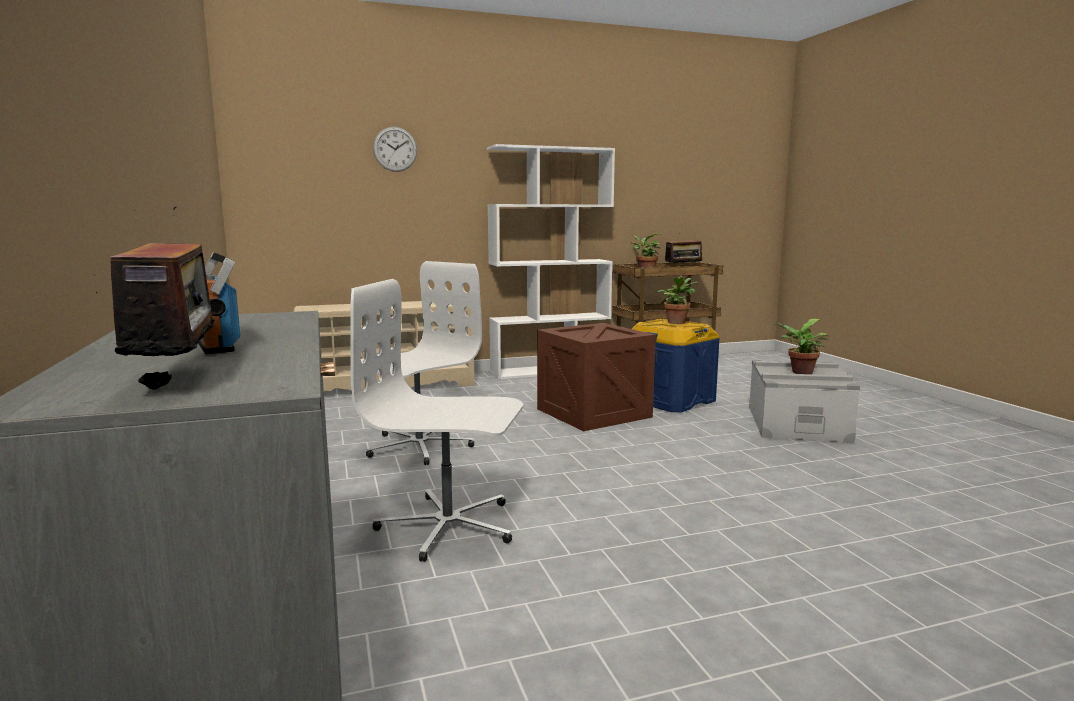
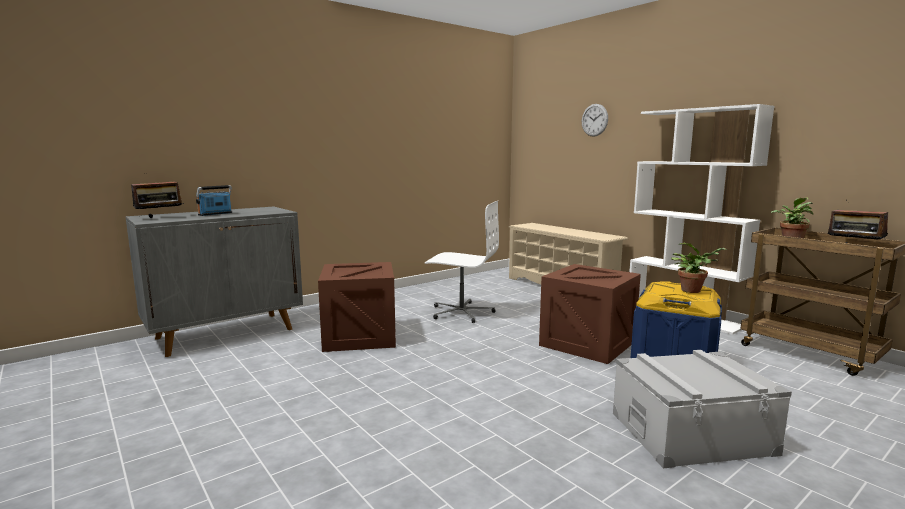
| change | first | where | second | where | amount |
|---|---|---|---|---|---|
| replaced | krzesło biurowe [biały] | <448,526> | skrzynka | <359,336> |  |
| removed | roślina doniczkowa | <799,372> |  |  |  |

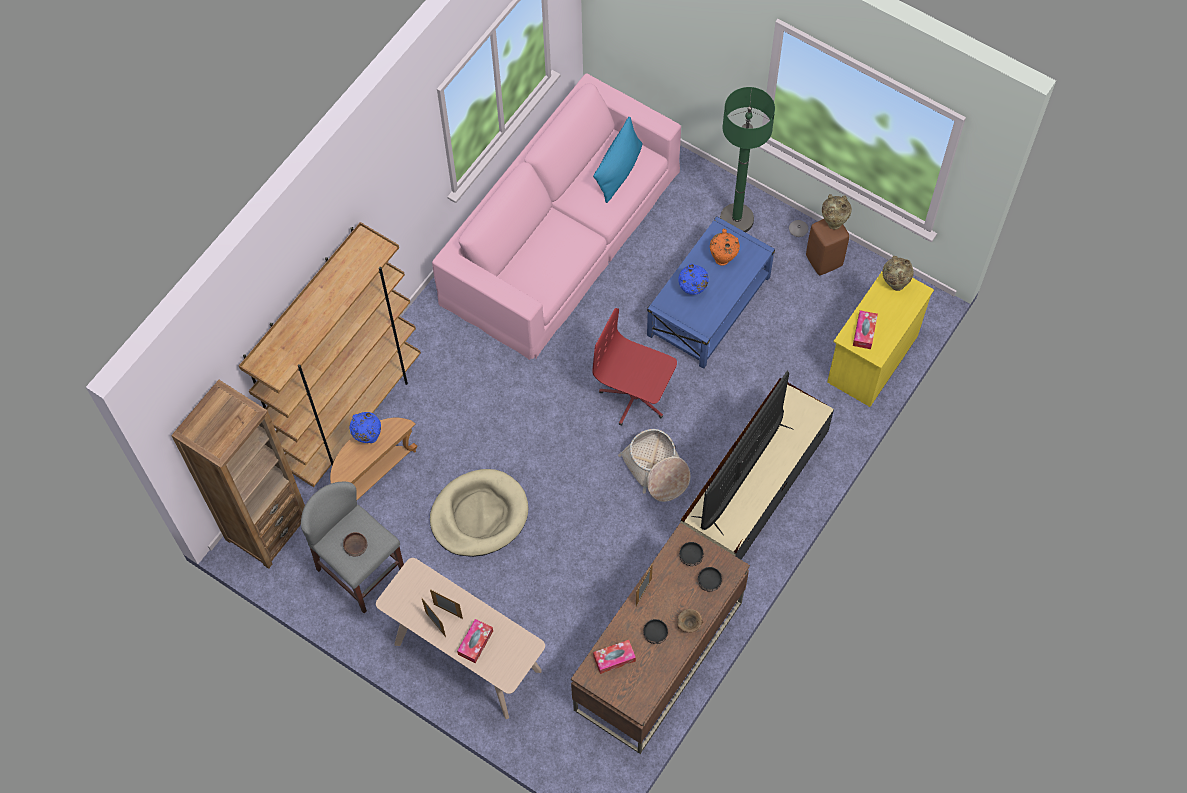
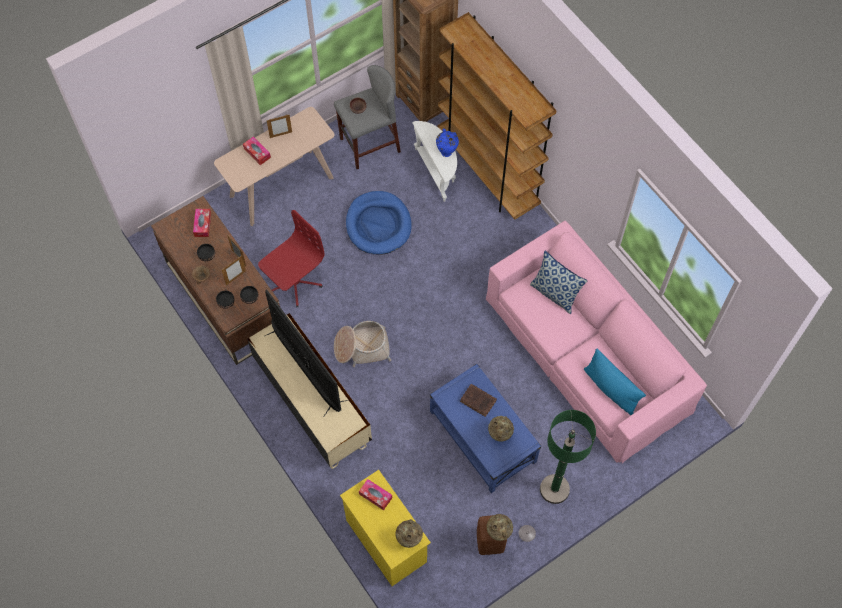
| change | first | where | second | where | amount |
|---|---|---|---|---|---|
| moved | ramka na zdjęcie | <448,611> |  | <236,278> |  |
| moved | krzesło biurowe [czerwony] | <635,396> |  | <294,282> |  |
| recoloured | legowisko [beżowy] | <479,515> | legowisko [niebieski] | <378,224> |  |
| recoloured | stolik [brązowy] | <373,474> | stolik [biały] | <437,172> |  |
| replaced | wazon [niebieski] | <692,291> | książka [brązowy] | <479,401> |  |
| recoloured | wazon [pomarańczowy] | <723,258> | wazon [beżowy] | <499,435> |  |
| added |  |  | poduszka | <555,293> |  |

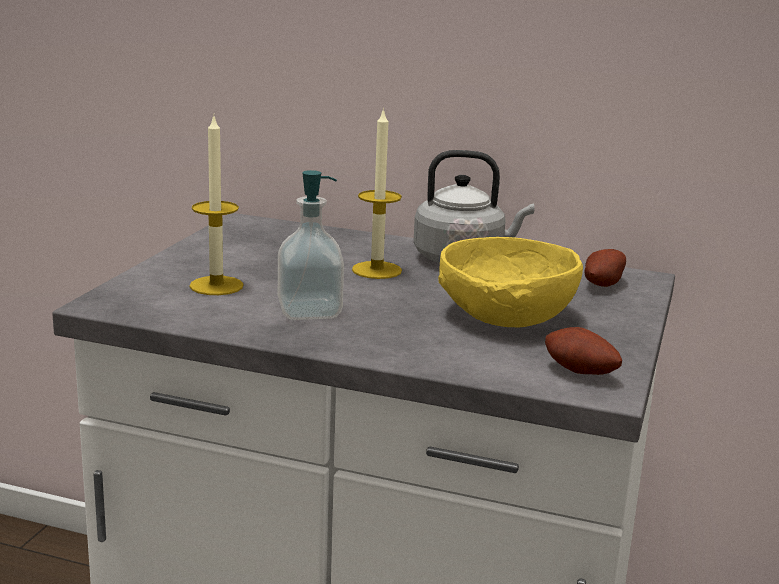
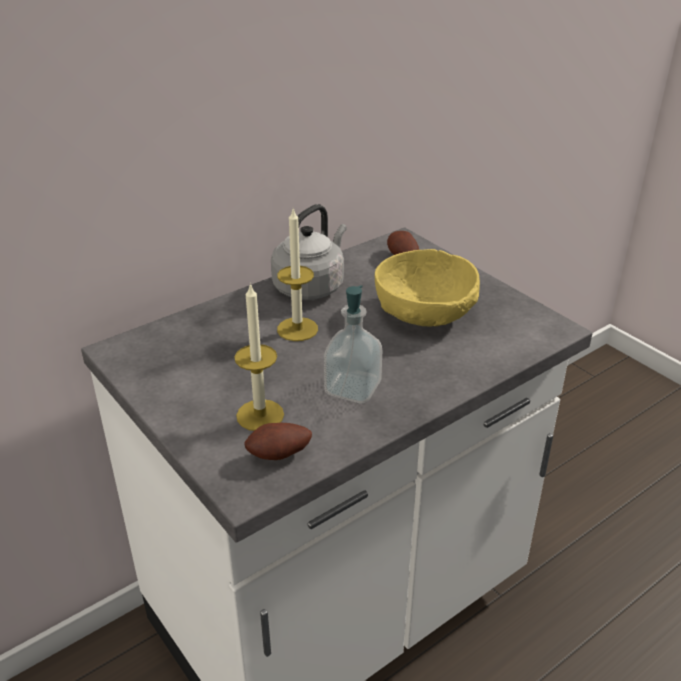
| change | first | where | second | where | amount |
|---|---|---|---|---|---|
| moved | ziemniak | <578,373> |  | <279,456> |  |

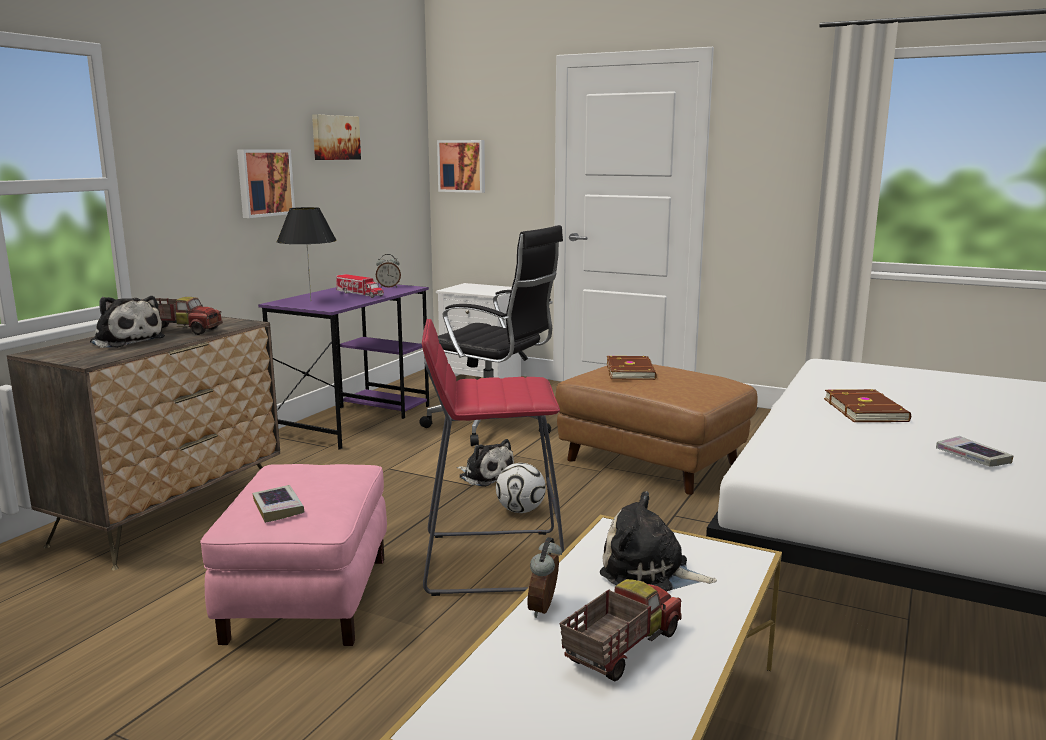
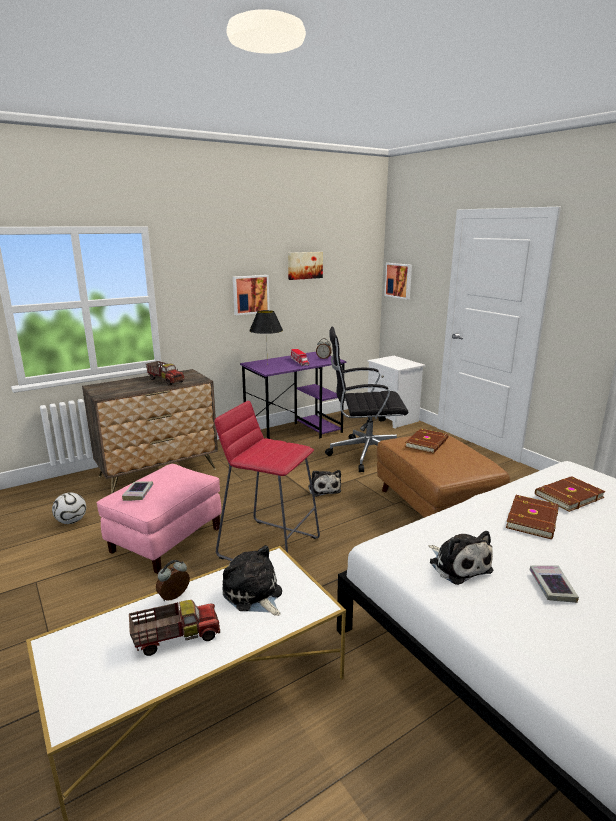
| change | first | where | second | where | amount |
|---|---|---|---|---|---|
| moved | piłka futbolowa | <521,510> |  | <71,521> |  |
| turned | krzesło biurowe [czarny] | <493,425> |  | <364,454> | 120 degrees clockwise |
| moved | pluszak | <126,341> |  | <458,565> |  |
| added |  |  | książka [brązowy] | <567,495> |  |

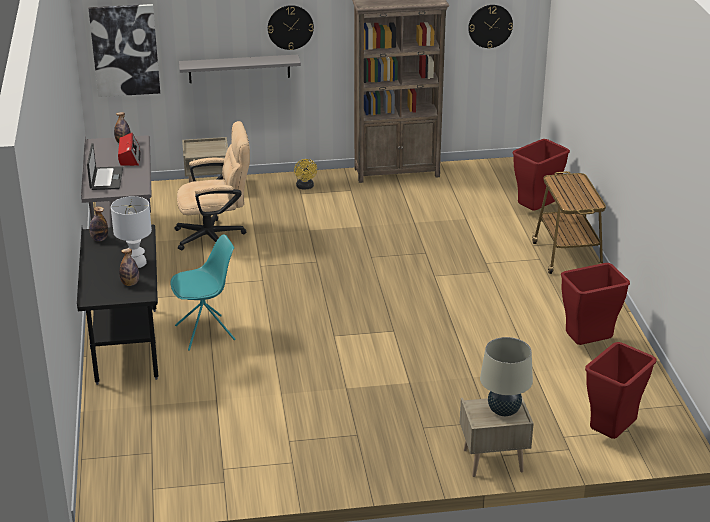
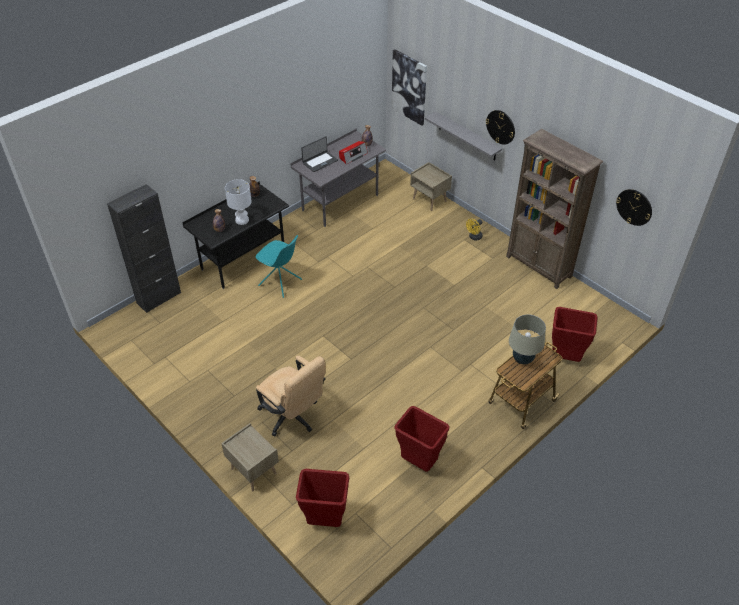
| change | first | where | second | where | amount |
|---|---|---|---|---|---|
| added |  |  | szafka [czarny] | <159,298> |  |
| moved | krzesło biurowe [beżowy] | <216,236> |  | <293,417> |  |
| moved | lampa stołowa [beżowy] | <504,411> |  | <522,359> |  |

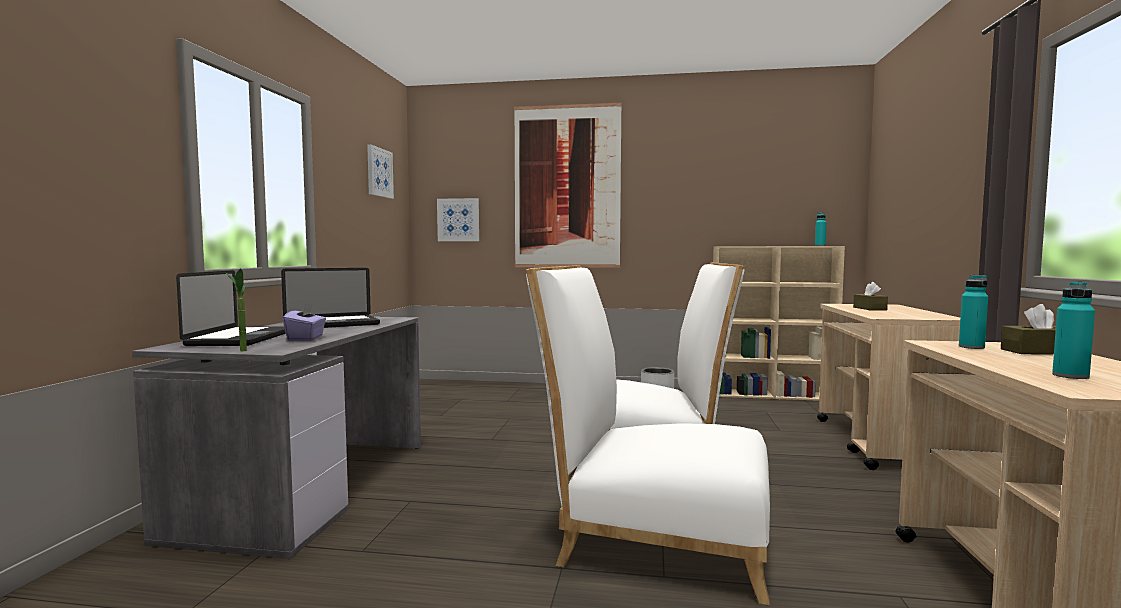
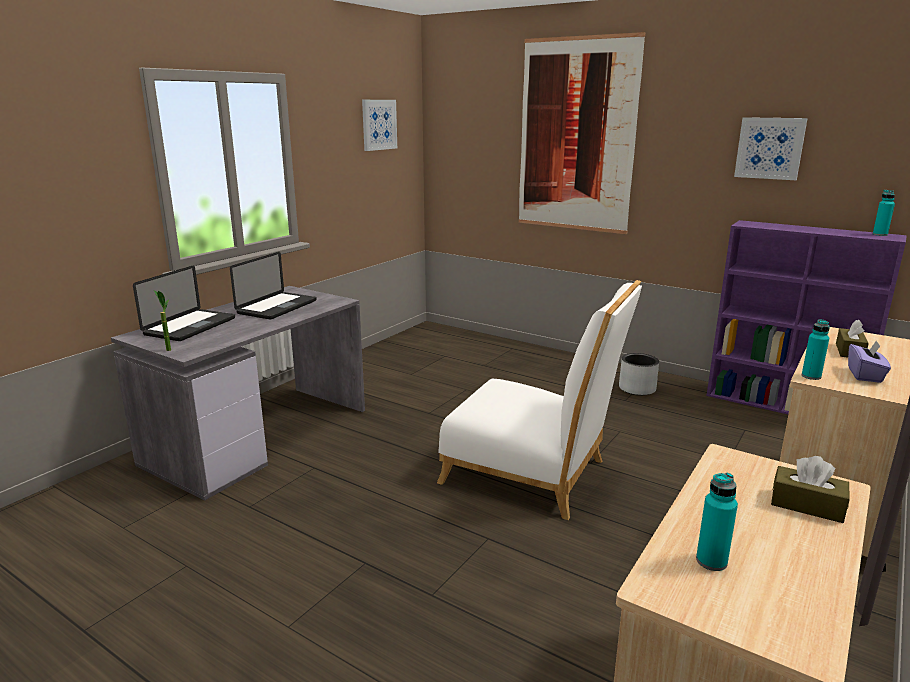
| change | first | where | second | where | amount |
|---|---|---|---|---|---|
| turned | laptop | <332,324> |  | <277,307> | 60 degrees counterclockwise |
| recoloured | regał [beżowy] | <772,395> | regał [fioletowy] | <784,406> |  |
| moved | obraz | <458,220> |  | <769,148> |  |
| moved | butelka [turkusowy] | <971,347> |  | <811,376> |  |
| moved | pudełko chusteczek [fioletowy] | <306,338> |  | <865,375> |  |
| removed | krzesło [biały] | <652,538> |  |  |  |

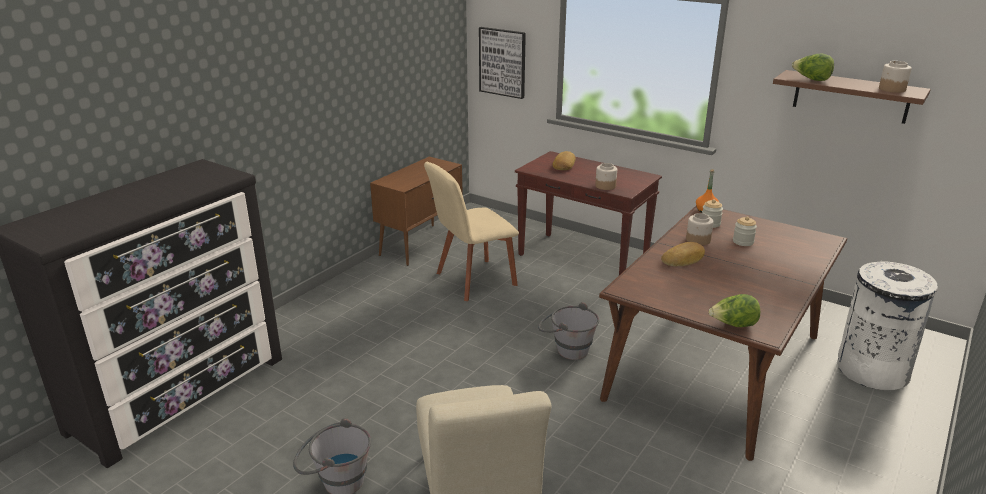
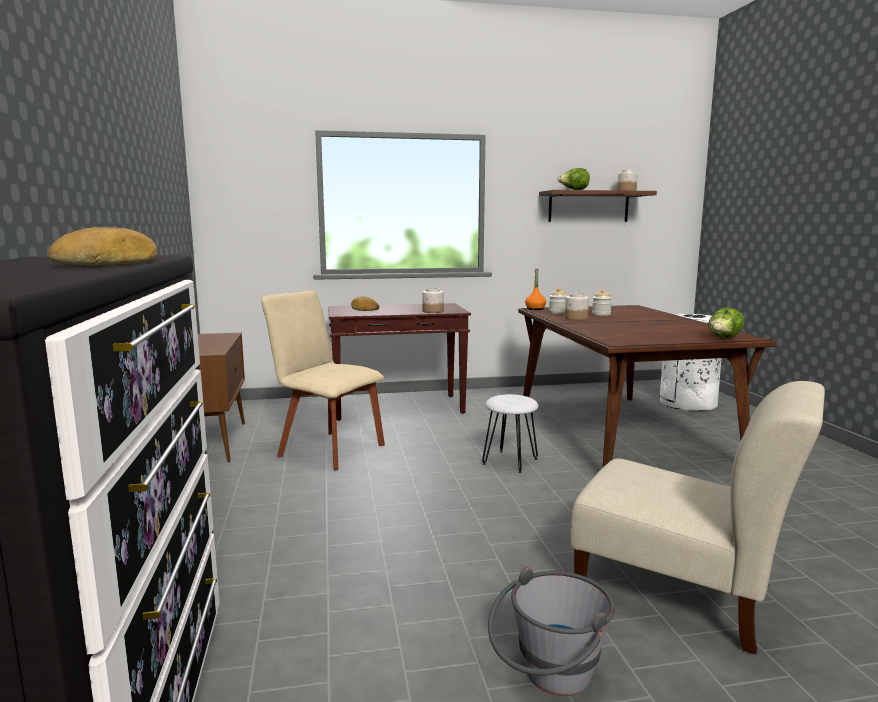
| change | first | where | second | where | amount |
|---|---|---|---|---|---|
| moved | chleb | <683,259> |  | <111,263> |  |
| turned | krzesło [beżowy] | <472,280> |  | <327,449> | 105 degrees clockwise |
| replaced | wiadro [szary] | <566,349> | stołek [biały] | <509,461> |  |
| removed | obraz | <502,62> |  |  |  |

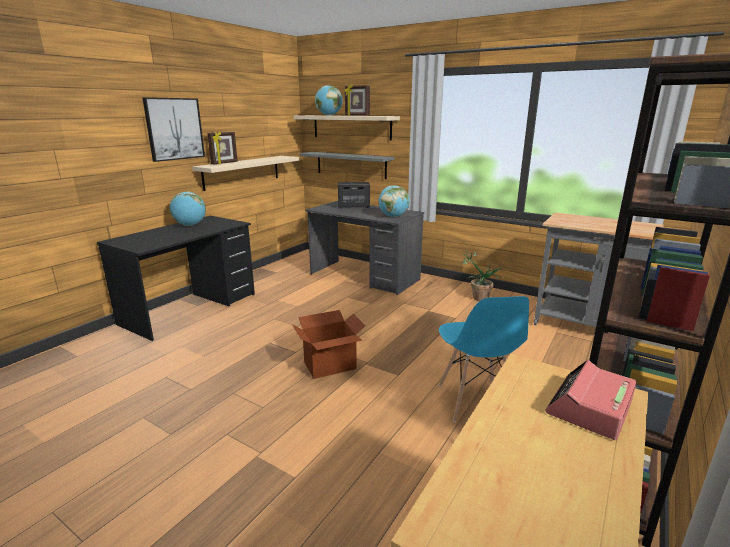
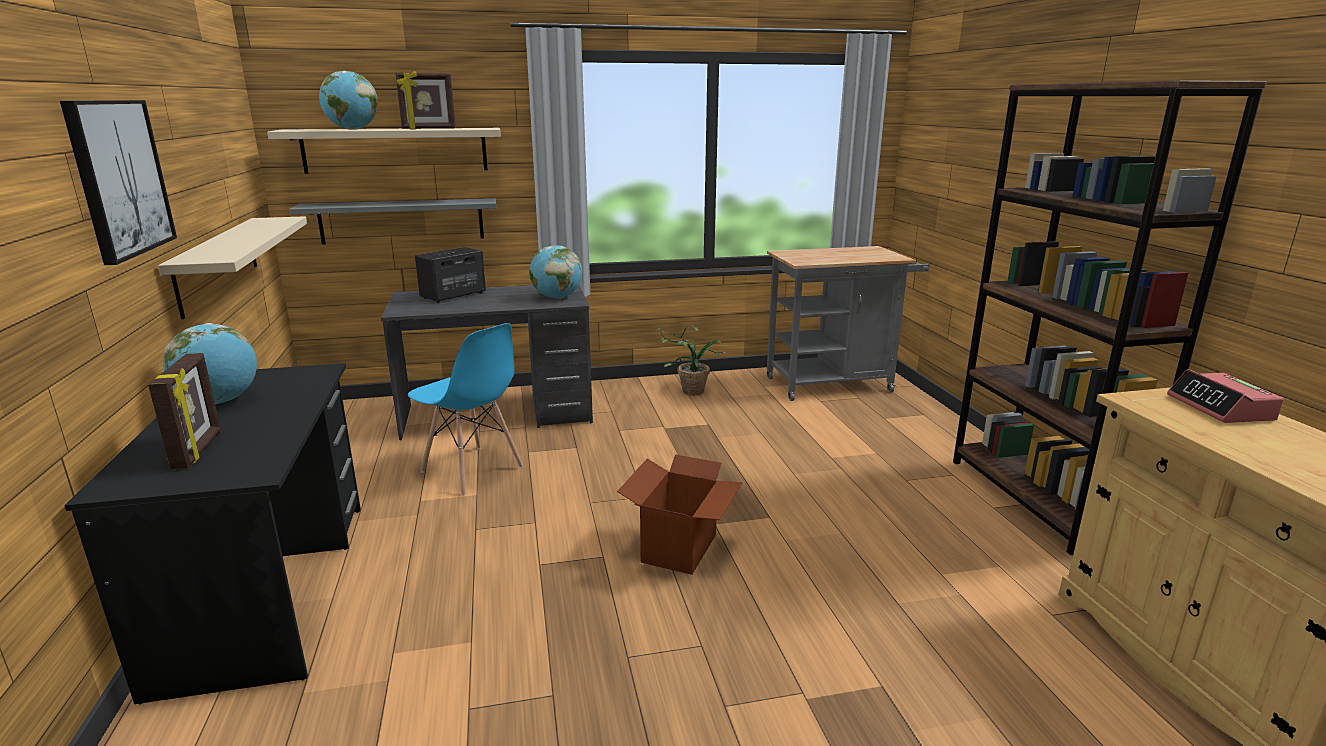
| change | first | where | second | where | amount |
|---|---|---|---|---|---|
| moved | ramka na zdjęcie | <225,163> |  | <199,450> |  |
| moved | krzesło [niebieski] | <474,401> |  | <472,470> |  |

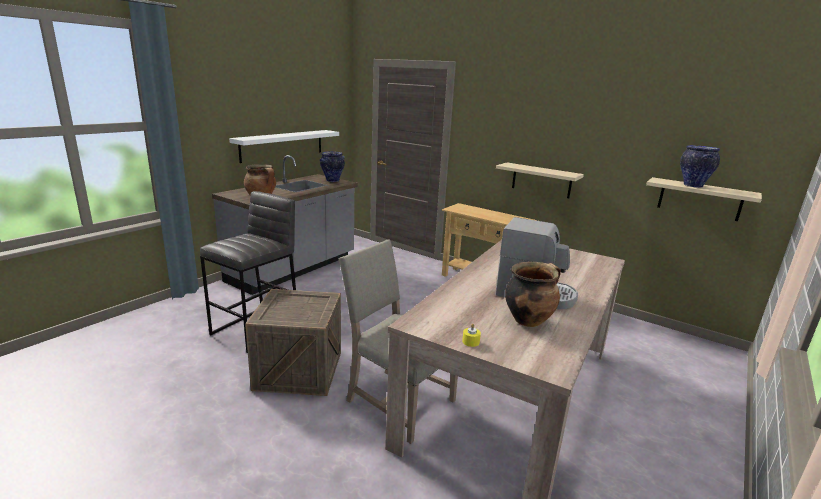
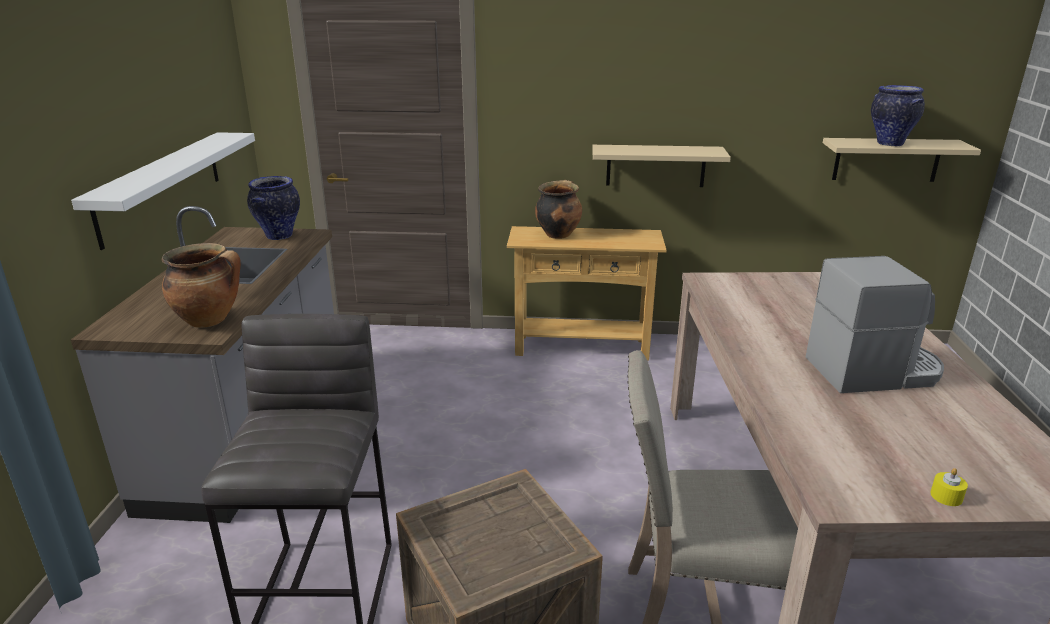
| change | first | where | second | where | amount |
|---|---|---|---|---|---|
| moved | garnek | <528,320> |  | <558,234> |  |

